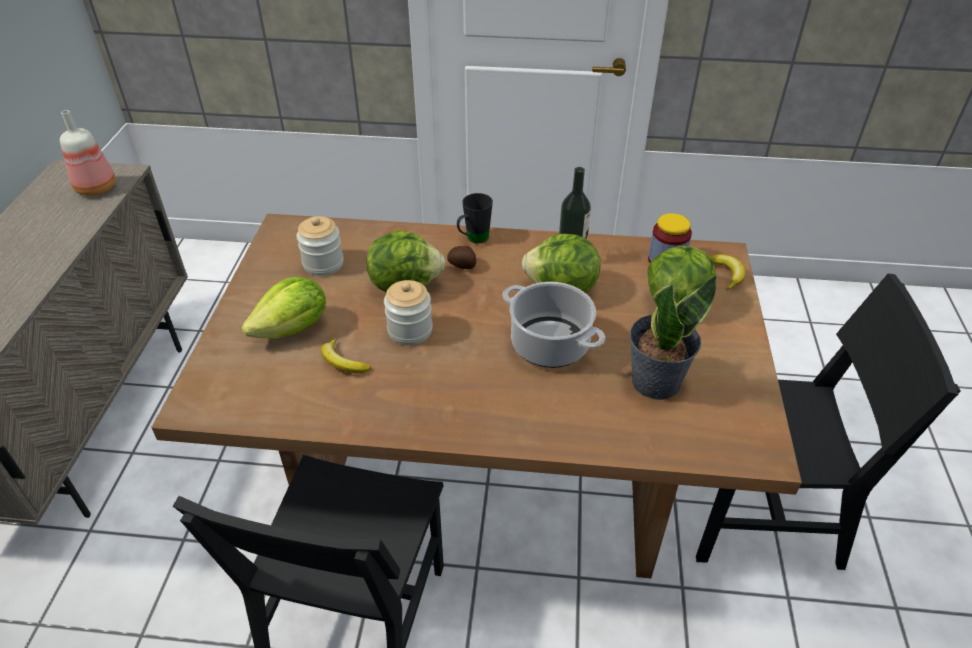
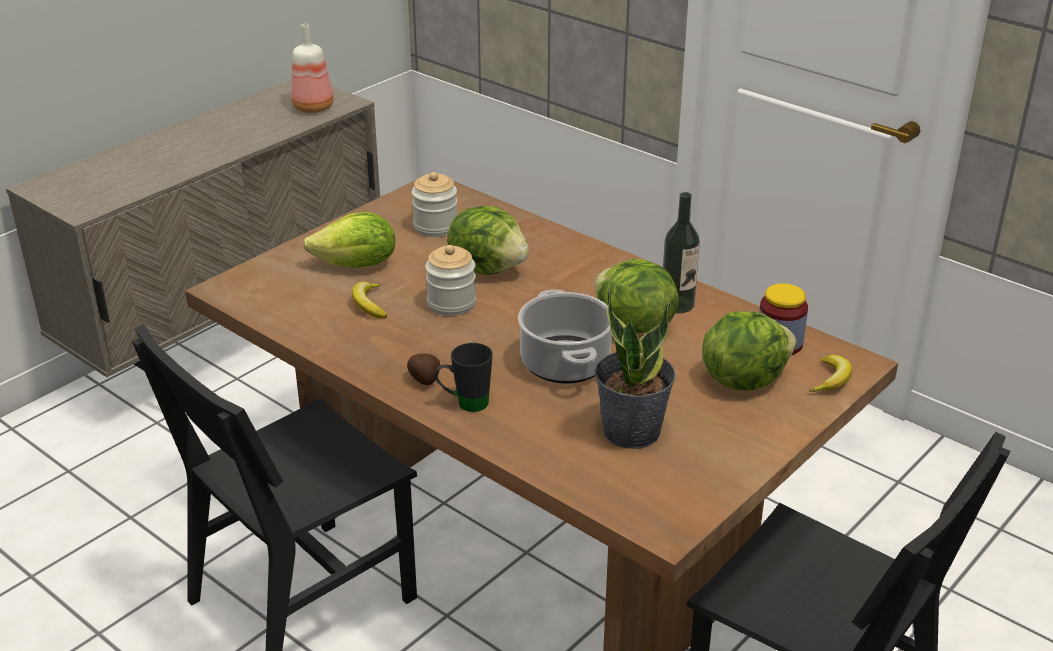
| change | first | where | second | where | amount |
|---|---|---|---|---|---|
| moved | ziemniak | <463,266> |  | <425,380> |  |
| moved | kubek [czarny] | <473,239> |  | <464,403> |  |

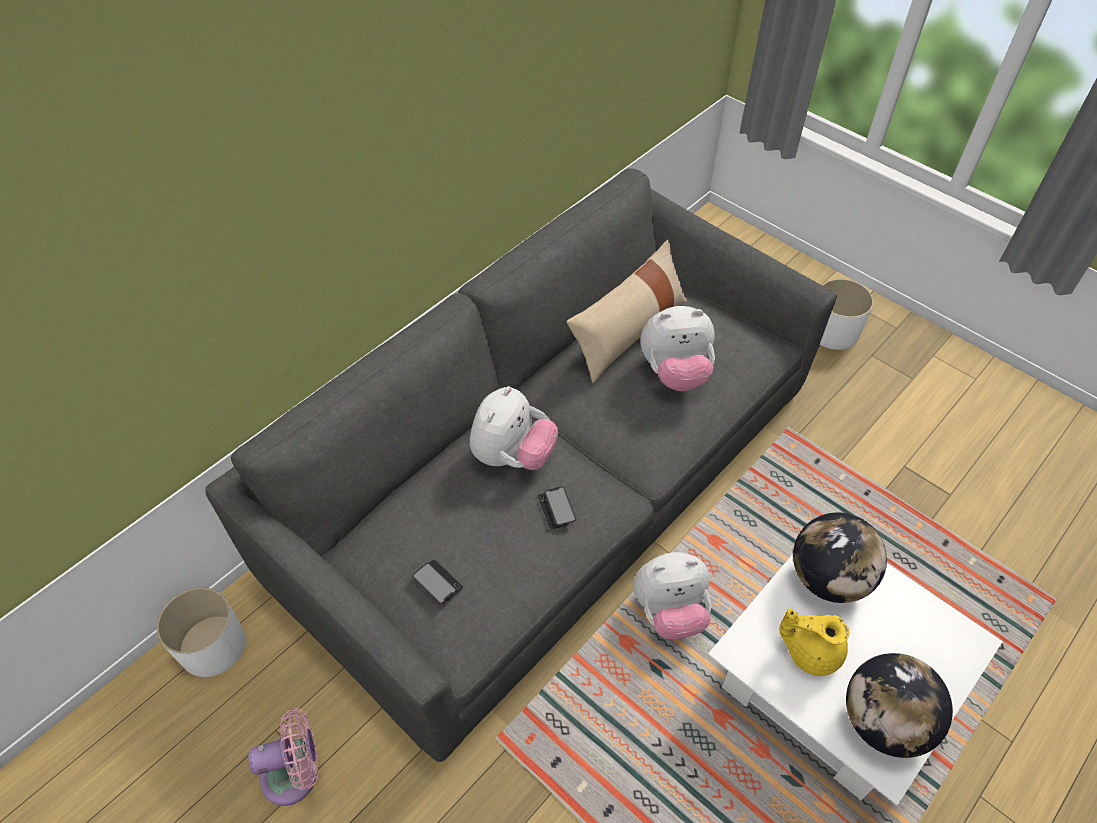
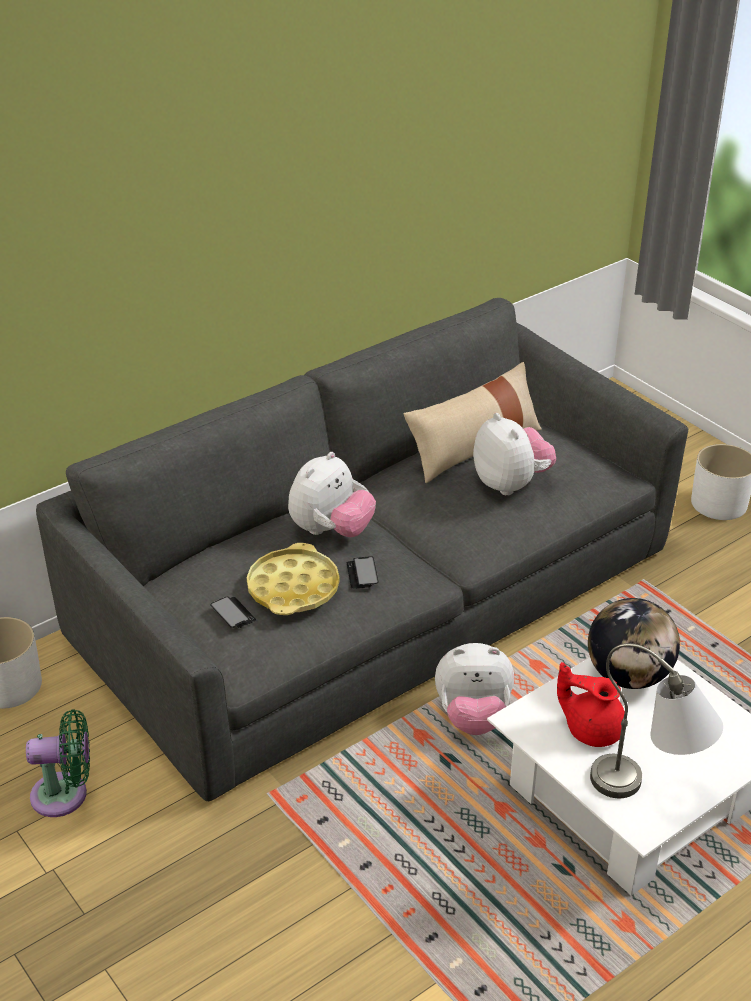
| change | first | where | second | where | amount |
|---|---|---|---|---|---|
| recoloured | wentylator [różowy] | <296,774> | wentylator [zielony] | <65,794> |  |
| added |  |  | taca [żółty] | <293,587> |  |
| turned | pluszak | <675,373> |  | <511,484> | 120 degrees counterclockwise |
| recoloured | imbryk [żółty] | <810,651> | imbryk [czerwony] | <591,729> |  |
| replaced | globus | <883,721> | lampa stołowa [szary] | <649,791> |  |

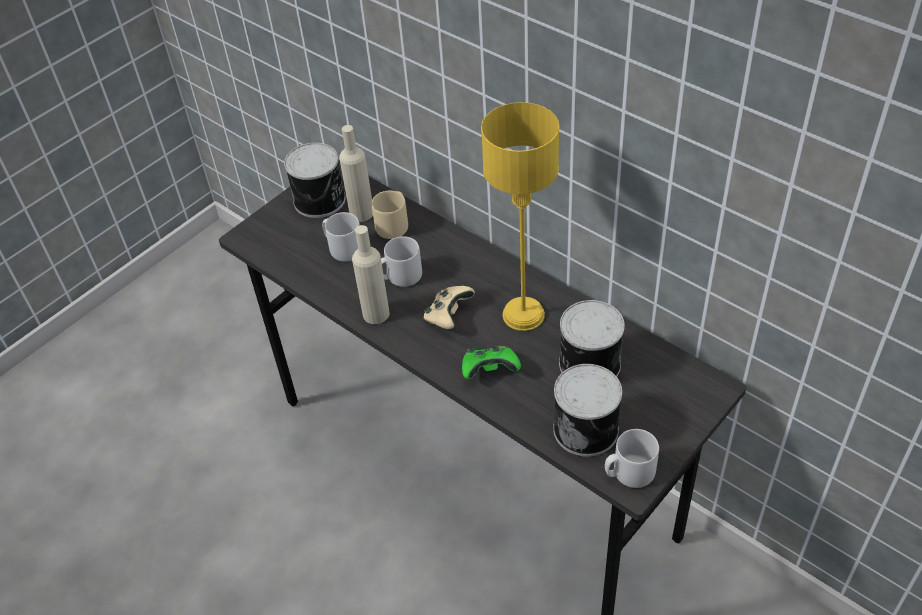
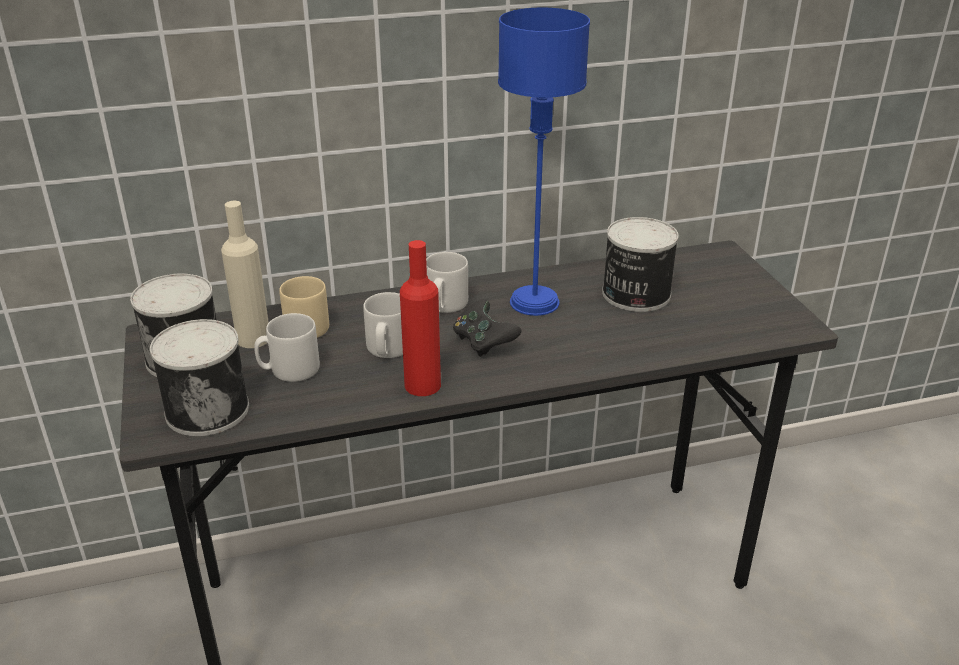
| change | first | where | second | where | amount |
|---|---|---|---|---|---|
| moved | puszka | <587,428> |  | <208,409> |  |
| recoloured | butelka [beżowy] | <376,314> | butelka [czerwony] | <422,385> |  |
| moved | kubek [szary] | <629,473> |  | <445,305> |  |
| recoloured | pad do gier [beżowy] | <448,316> | pad do gier [czarny] | <484,342> |  |
| recoloured | lampa stołowa [żółty] | <524,315> | lampa stołowa [niebieski] | <535,302> |  |
| removed | pad do gier [zielony] | <490,371> |  |  |  |

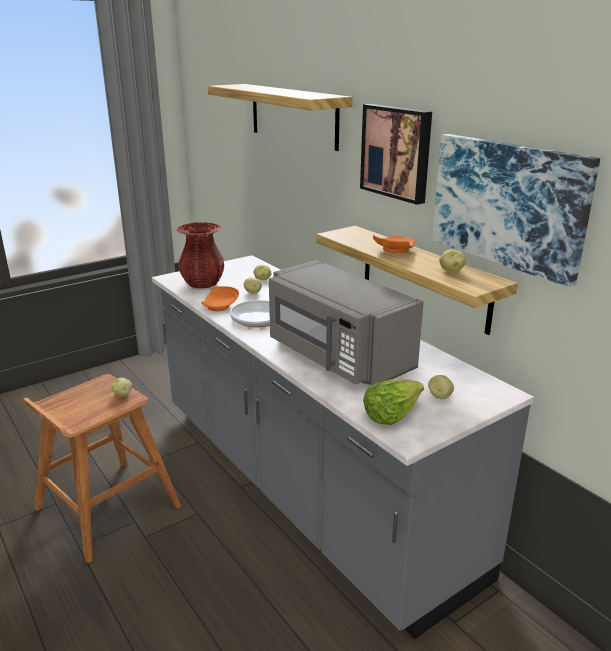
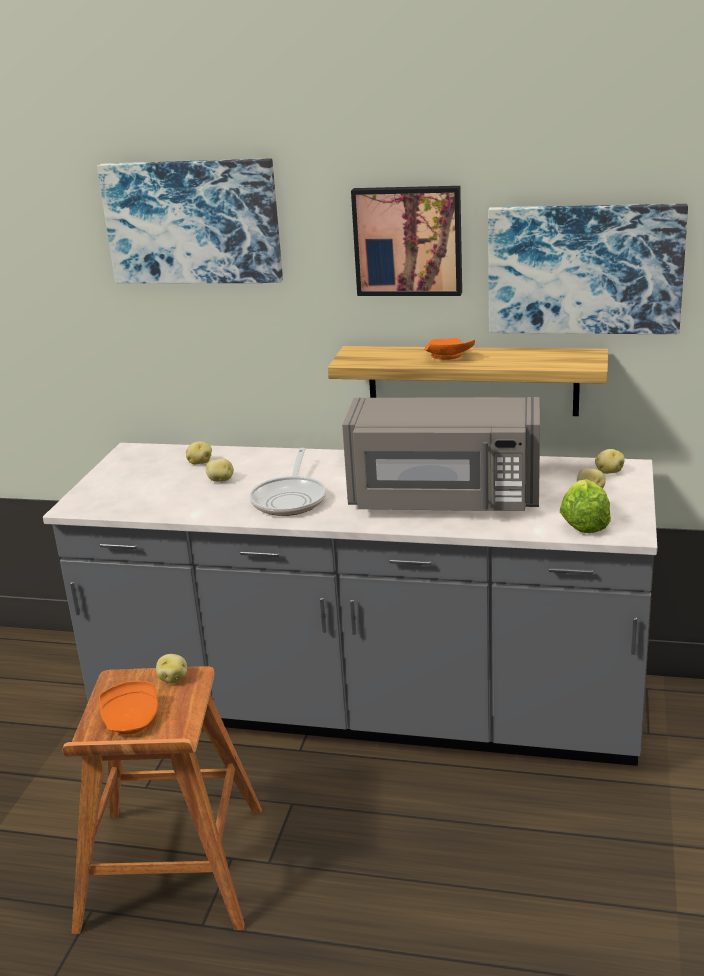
| change | first | where | second | where | amount |
|---|---|---|---|---|---|
| replaced | półka | <293,115> | obraz | <193,221> |  |
| moved | talerz [pomarańczowy] | <220,306> |  | <132,719> |  |
| moved | ziemniak | <451,270> |  | <608,472> |  |
| removed | wazon [czerwony] | <203,283> |  |  |  |

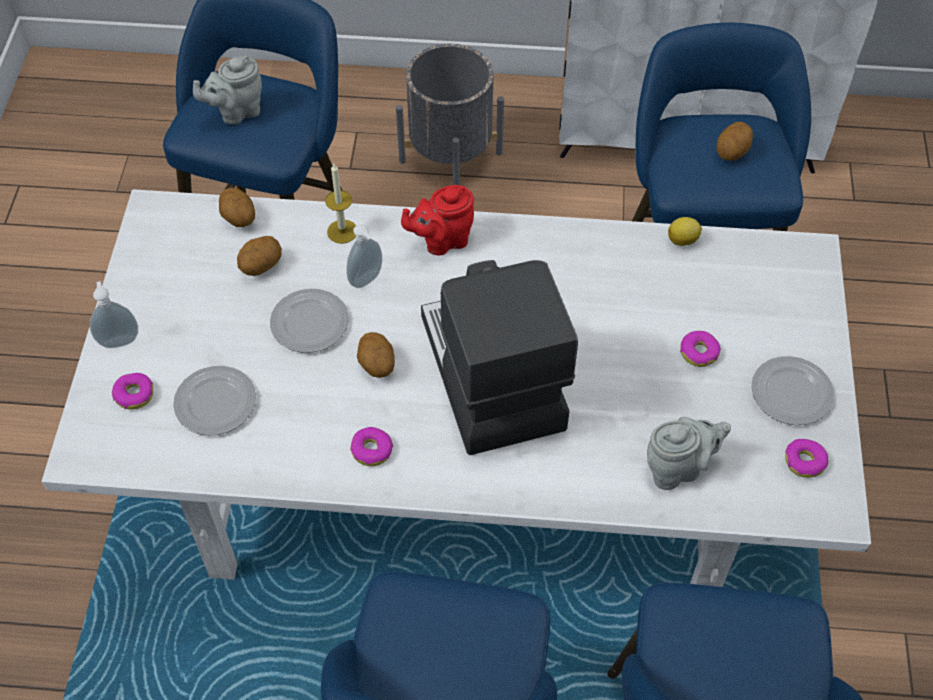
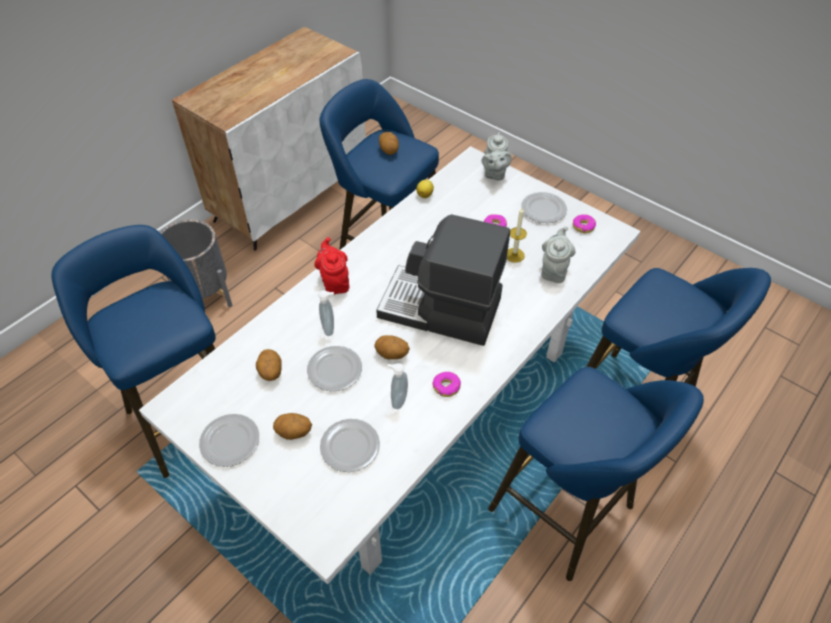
| change | first | where | second | where | amount |
|---|---|---|---|---|---|
| added |  |  | talerz | <229,441> |  |
| moved | ziemniak | <238,219> |  | <294,433> |  |
| turned | imbryk [czerwony] | <442,240> |  | <334,282> | 150 degrees clockwise |
| moved | dozownik mydła | <119,340> |  | <398,400> |  |
| moved | imbryk [szary] | <236,112> |  | <494,173> |  |
| moved | świeca | <342,231> |  | <514,255> |  |
| removed | donut | <134,394> |  |  |  |

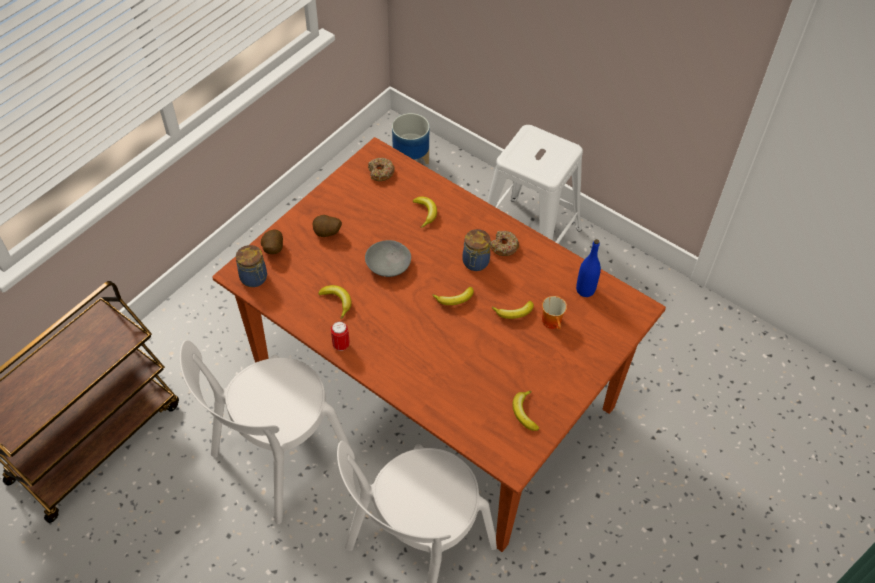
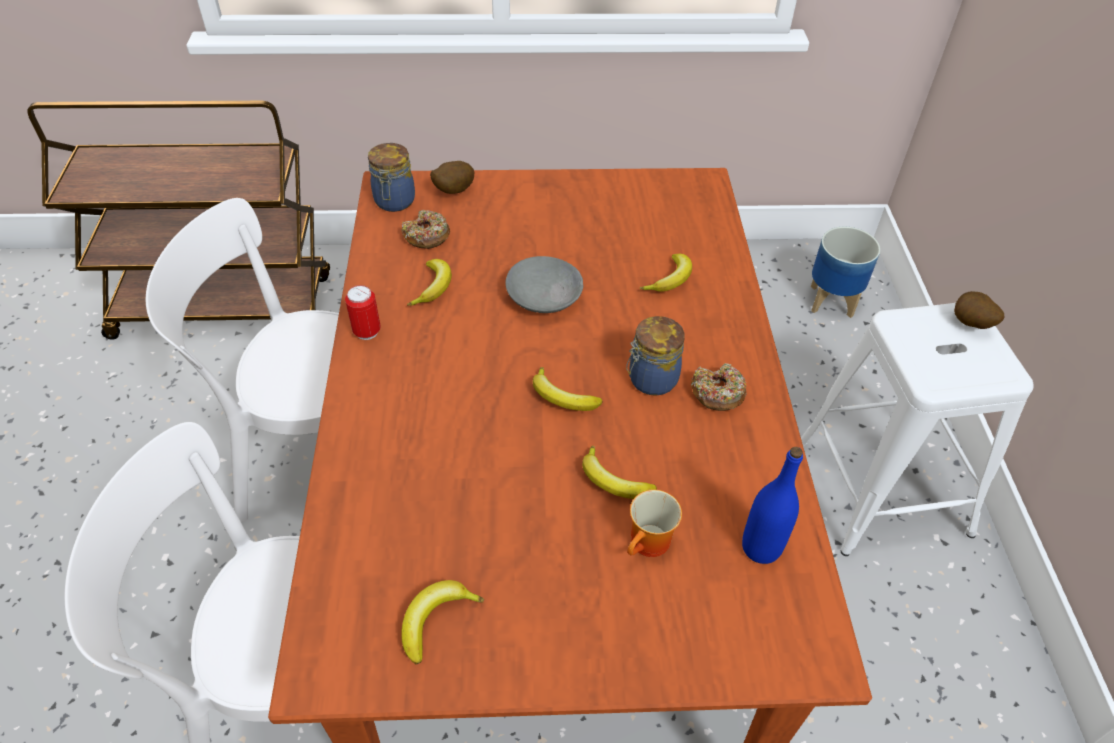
| change | first | where | second | where | amount |
|---|---|---|---|---|---|
| moved | donut | <381,173> |  | <426,236> |  |
| moved | ziemniak | <327,234> |  | <970,325> |  |

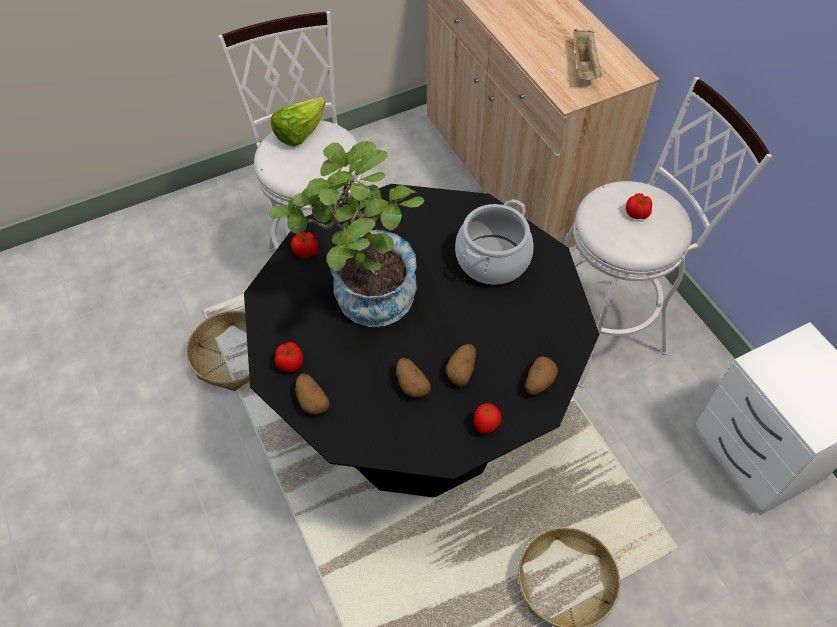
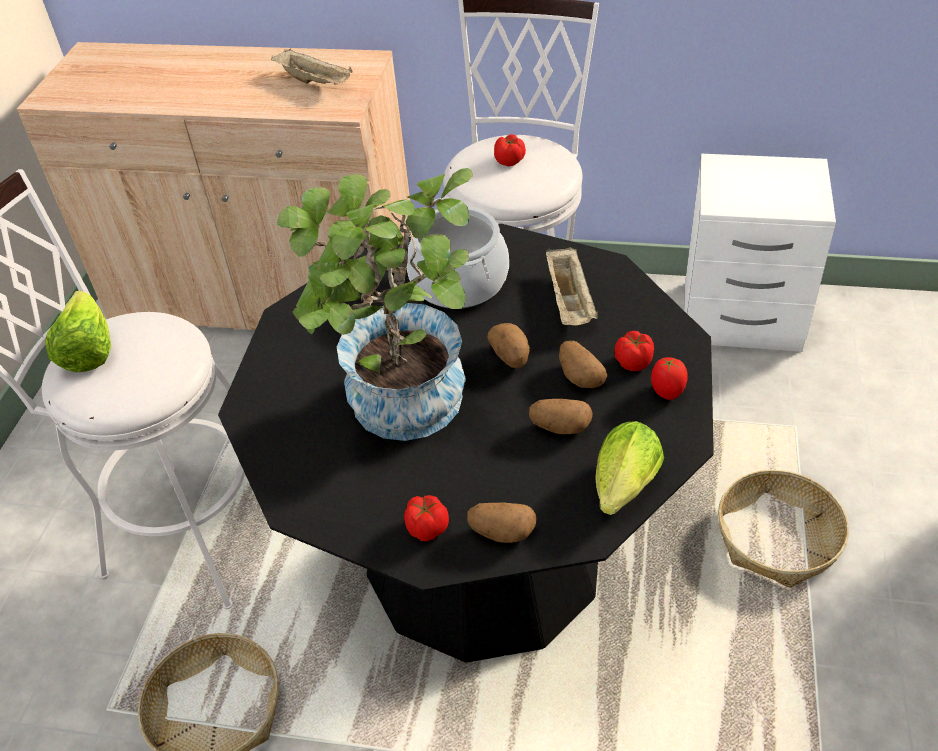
| change | first | where | second | where | amount |
|---|---|---|---|---|---|
| moved | ziemniak | <538,382> |  | <510,357> |  |
| added |  |  | taca [beżowy] | <570,302> |  |
| added |  |  | sałata | <622,490> |  |
| moved | pomidor | <306,251> |  | <634,362> |  |

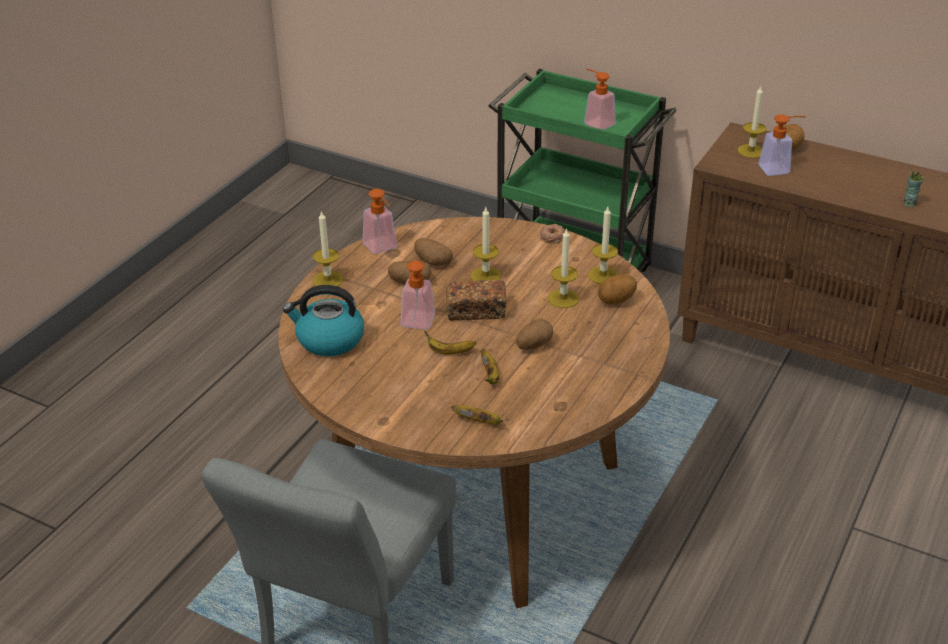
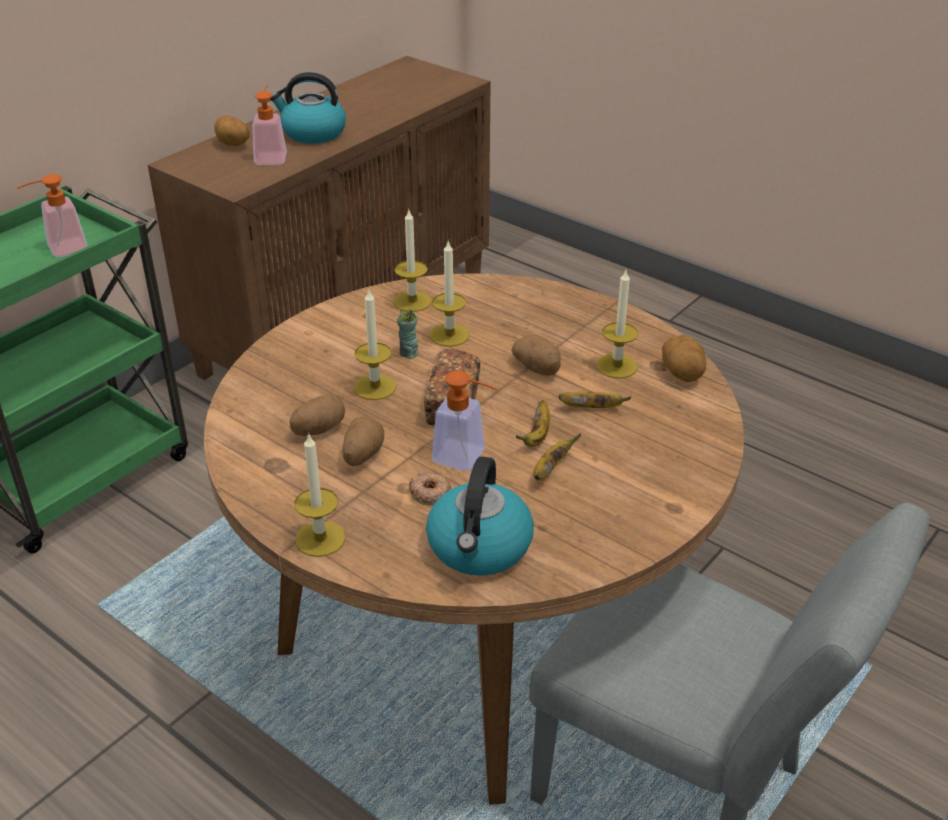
| change | first | where | second | where | amount |
|---|---|---|---|---|---|
| added |  |  | czajnik | <313,133> |  |
| moved | filiżanka | <909,203> |  | <408,353> |  |
| moved | donut | <552,236> |  | <430,493> |  |
| moved | banan | <479,422> |  | <550,469> |  |
| moved | świeca | <751,151> |  | <617,366> |  |
| moved | ziemniak | <617,301> |  | <682,374> |  |
| removed | dozownik mydła | <382,248> |  |  |  |

